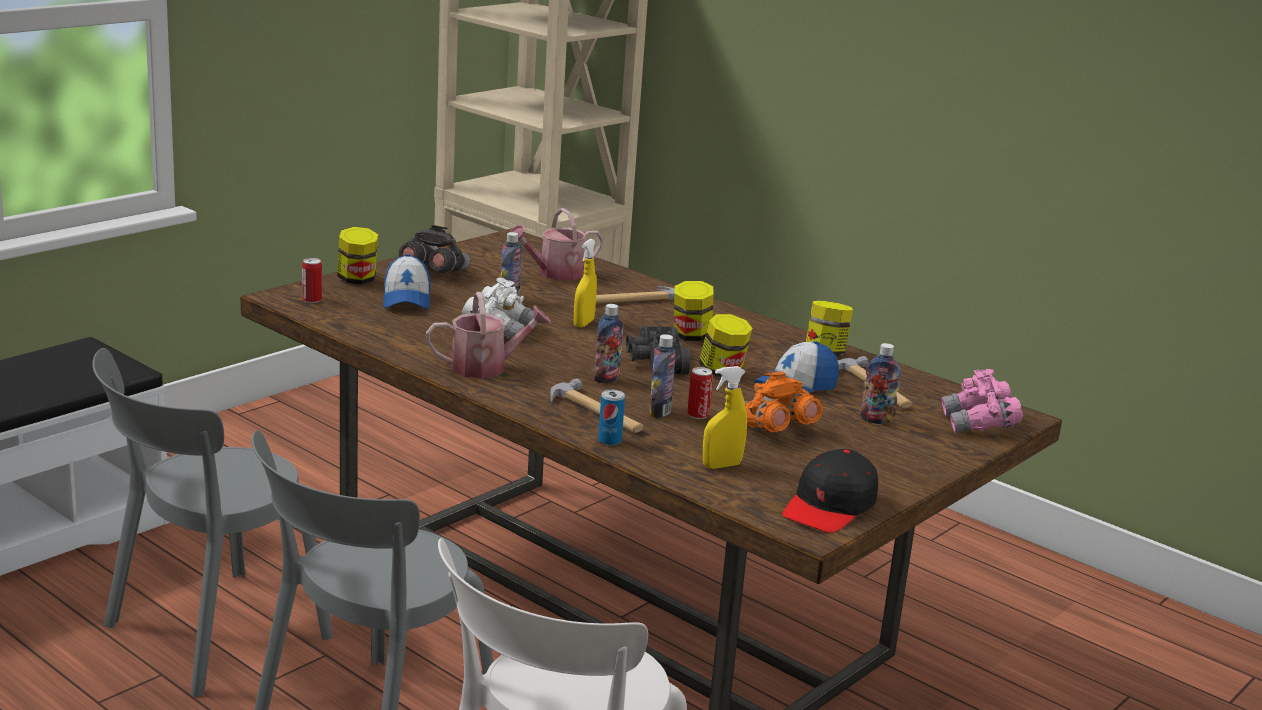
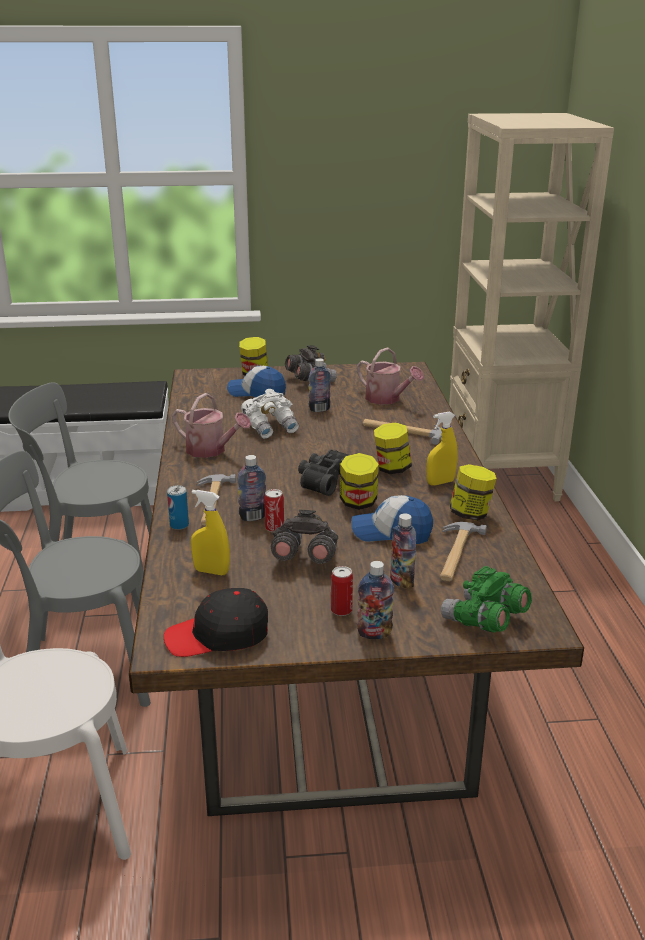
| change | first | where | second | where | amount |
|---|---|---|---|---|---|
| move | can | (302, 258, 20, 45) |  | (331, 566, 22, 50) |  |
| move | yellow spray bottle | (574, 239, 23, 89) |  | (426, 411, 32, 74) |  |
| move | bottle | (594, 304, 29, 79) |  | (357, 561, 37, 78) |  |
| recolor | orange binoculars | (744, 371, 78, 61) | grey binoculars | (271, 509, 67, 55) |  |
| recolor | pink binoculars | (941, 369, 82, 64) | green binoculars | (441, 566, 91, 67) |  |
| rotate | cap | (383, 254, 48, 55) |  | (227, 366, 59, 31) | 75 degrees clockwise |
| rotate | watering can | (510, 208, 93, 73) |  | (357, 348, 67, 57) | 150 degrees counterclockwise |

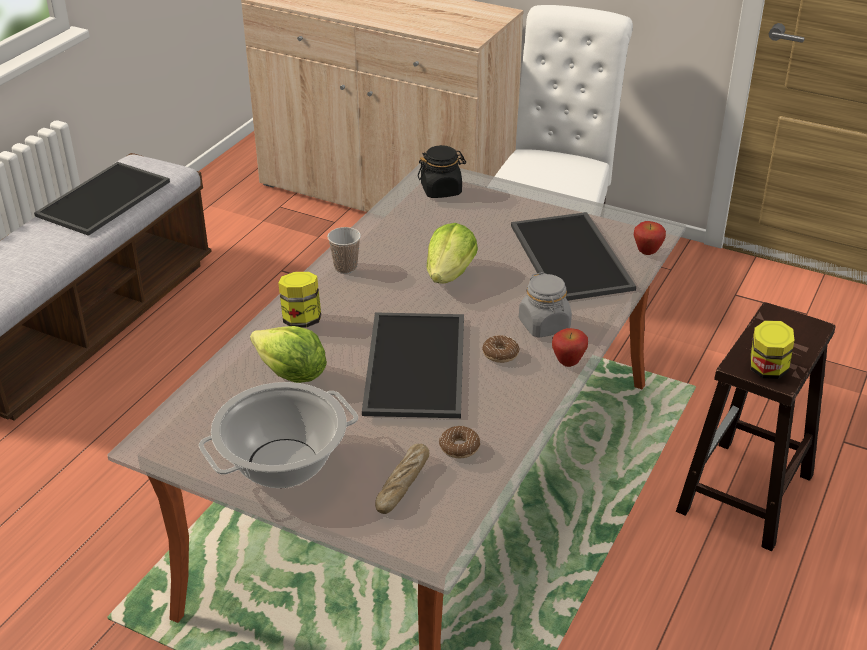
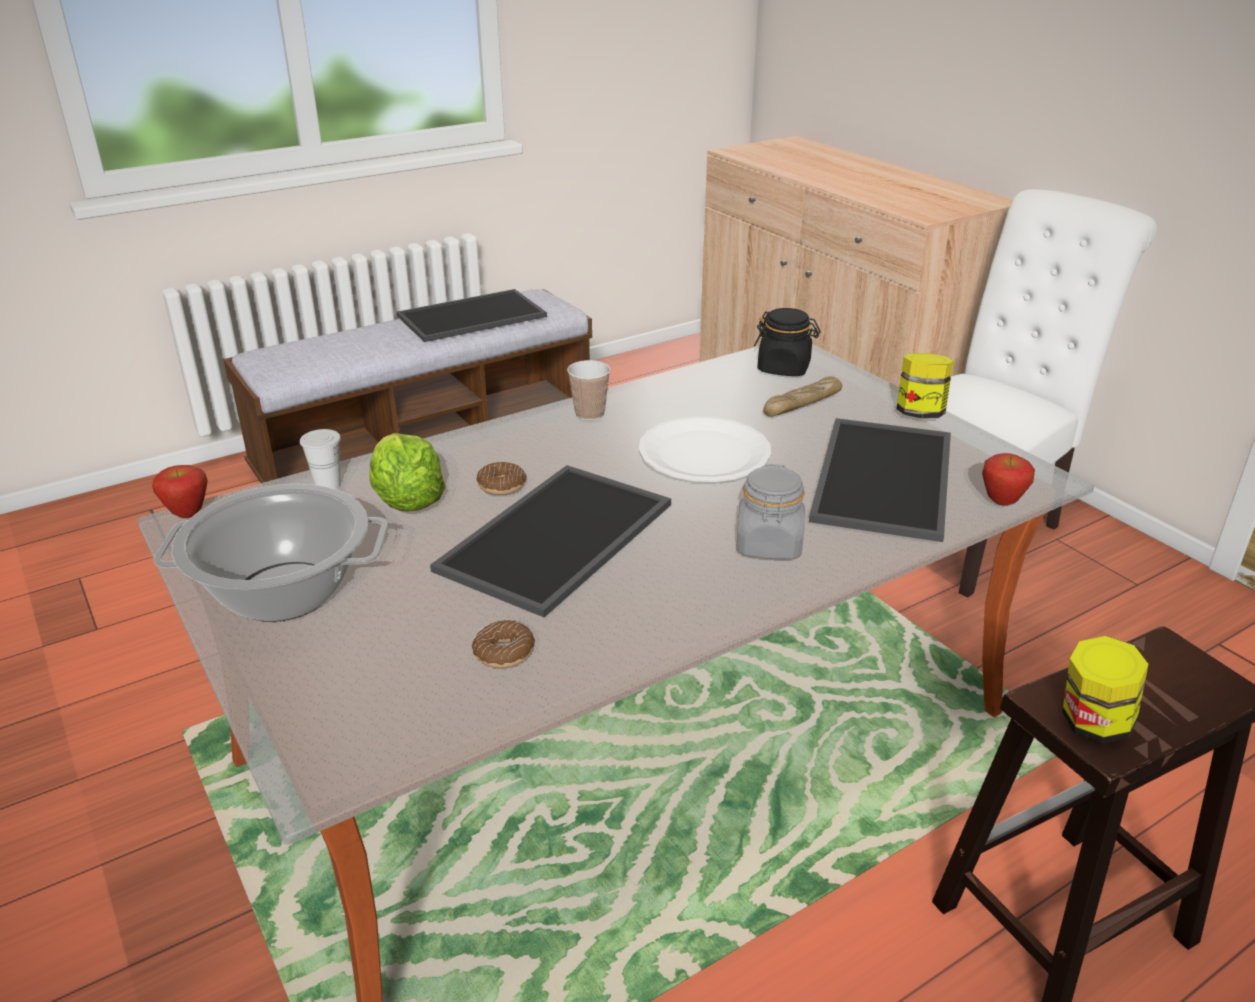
| change | first | where | second | where | amount |
|---|---|---|---|---|---|
| insert |  |  | white cup | (300, 429, 41, 61) |  |
| move | jar | (278, 272, 43, 56) |  | (896, 353, 57, 65) |  |
| move | bread | (375, 444, 54, 70) |  | (763, 376, 79, 41) |  |
| move | donut | (482, 335, 38, 28) |  | (476, 462, 51, 33) |  |
| move | apple | (552, 328, 36, 39) |  | (152, 465, 56, 53) |  |
| replace | lettuce | (427, 223, 51, 61) | white plate | (639, 417, 132, 65) |  |

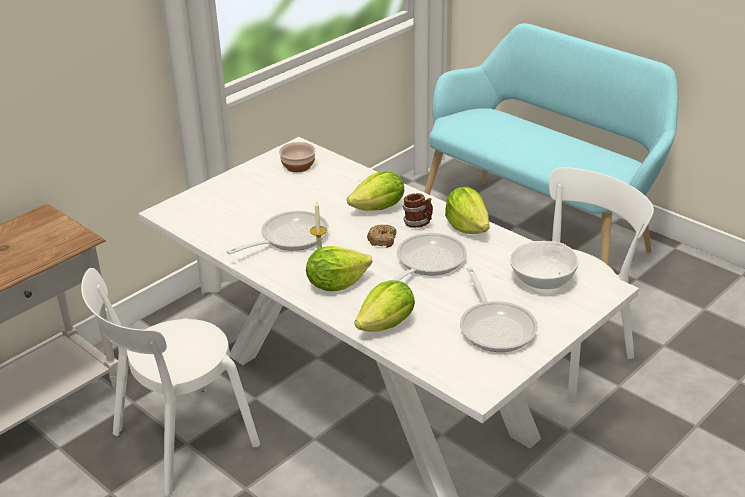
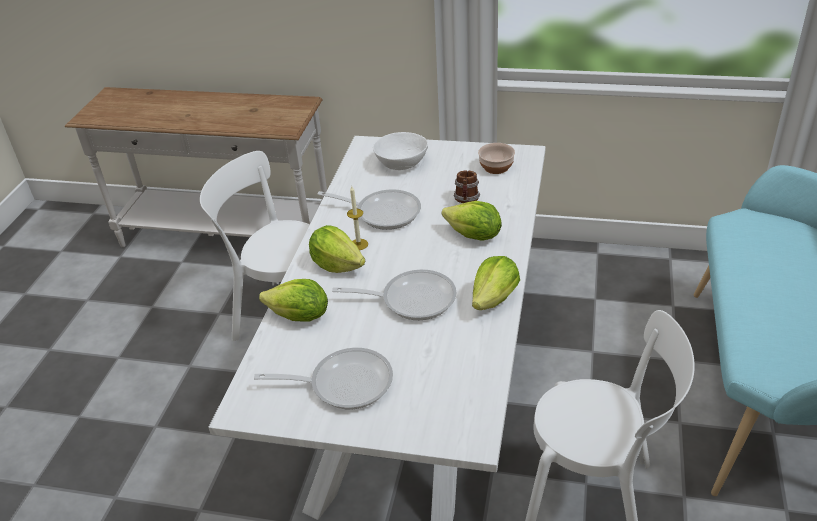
| change | first | where | second | where | amount |
|---|---|---|---|---|---|
| delete | donut | (367, 224, 30, 24) |  |  |  |
| move | mug | (403, 193, 30, 35) |  | (454, 170, 26, 33) |  |
| move | white bowl | (510, 241, 69, 48) |  | (373, 132, 55, 38) |  |
| rotate | frying pan | (460, 267, 78, 85) |  | (254, 348, 139, 61) | 135 degrees counterclockwise |

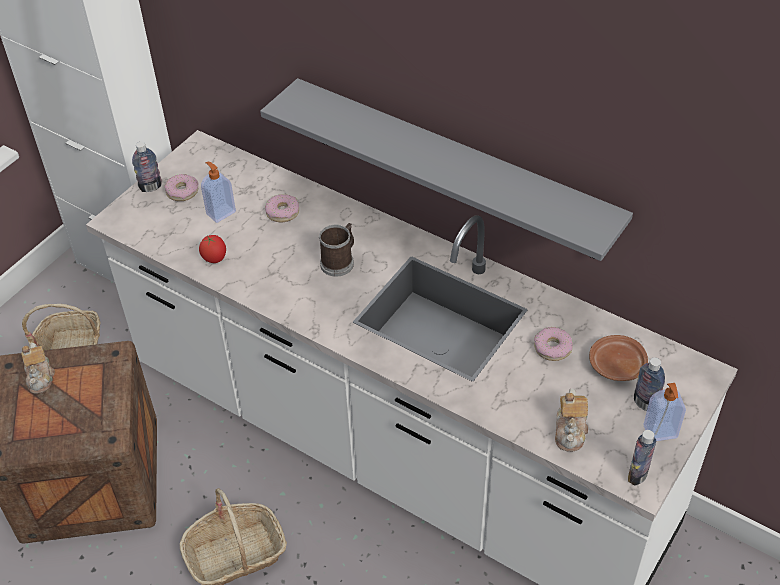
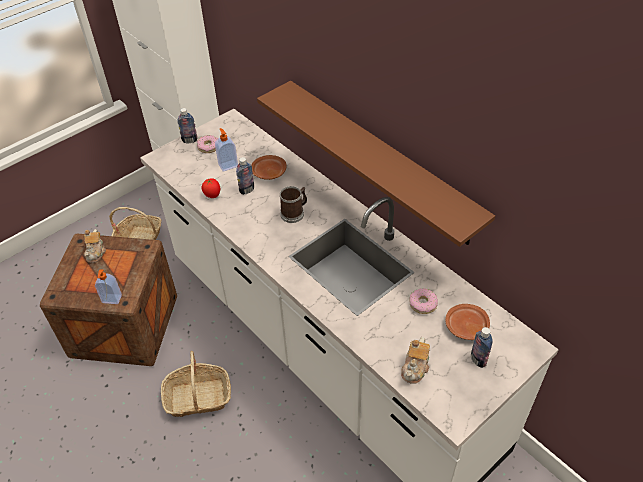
| change | first | where | second | where | amount |
|---|---|---|---|---|---|
| move | bottle | (628, 430, 28, 55) |  | (236, 157, 18, 38) |  |
| move | soap dispenser | (643, 383, 43, 58) |  | (95, 269, 27, 35) |  |
| replace | donut | (265, 194, 34, 28) | brown plate | (251, 155, 36, 25) |  |
| recolor | grey shelf | (260, 78, 373, 183) | brown shelf | (257, 81, 238, 166) |  |

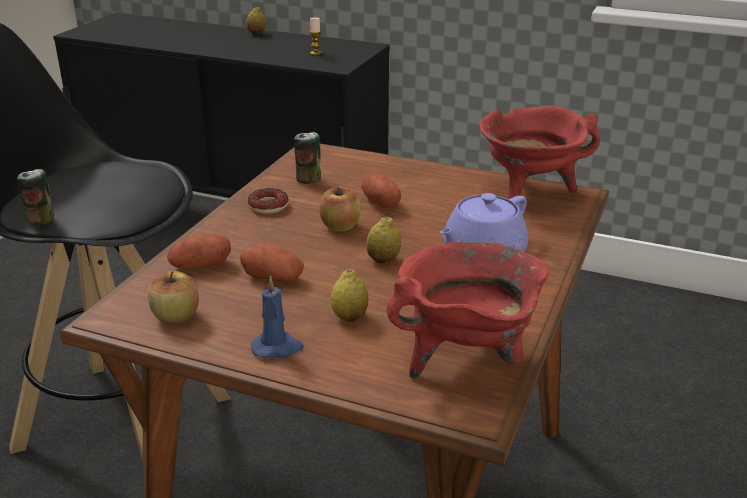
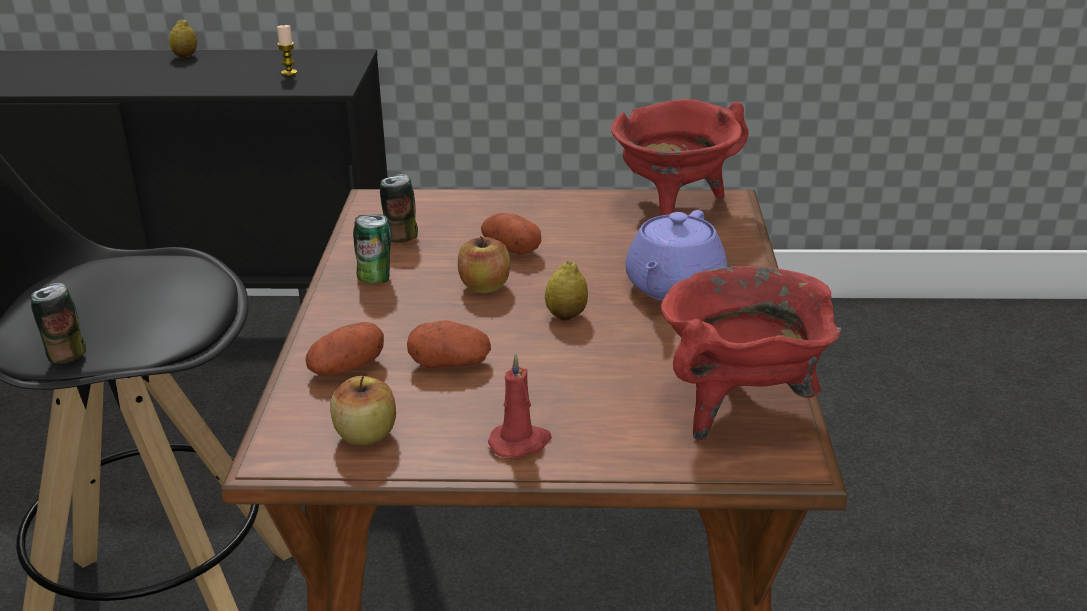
| change | first | where | second | where | amount |
|---|---|---|---|---|---|
| delete | lemon | (331, 269, 37, 53) |  |  |  |
| replace | donut | (248, 188, 40, 26) | can | (353, 214, 39, 70) |  |
| recolor | blue candle | (251, 276, 53, 82) | red candle | (488, 353, 64, 105) |  |

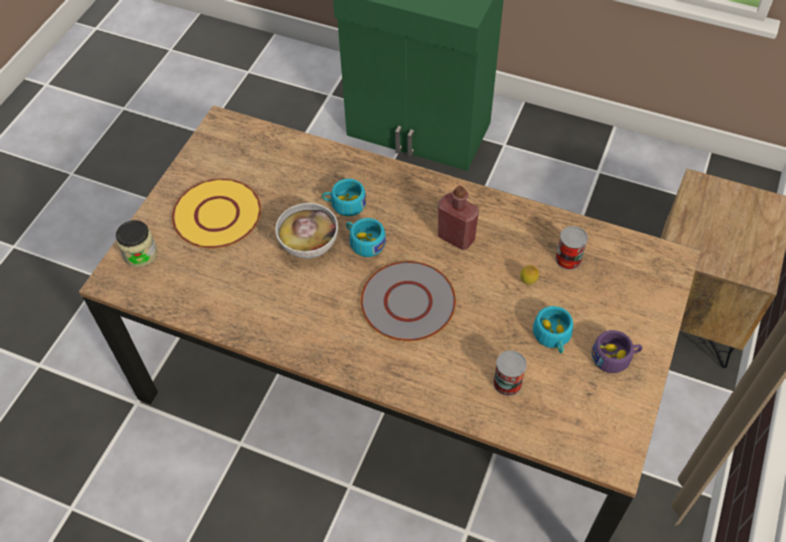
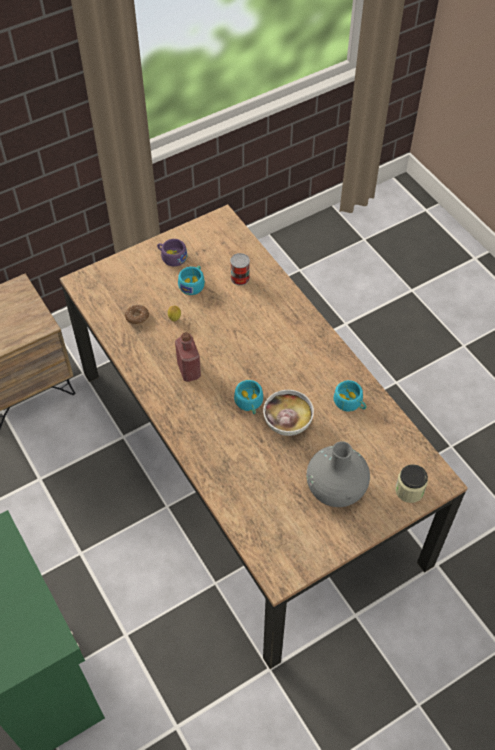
| change | first | where | second | where | amount |
|---|---|---|---|---|---|
| delete | grey plate | (360, 261, 96, 81) |  |  |  |
| move | turquoise cup | (322, 179, 44, 37) |  | (334, 380, 33, 32) |  |
| replace | yellow plate | (172, 178, 89, 71) | grey vase | (306, 441, 64, 66) |  |
| replace | can | (555, 226, 33, 44) | donut | (125, 305, 24, 20) |  |

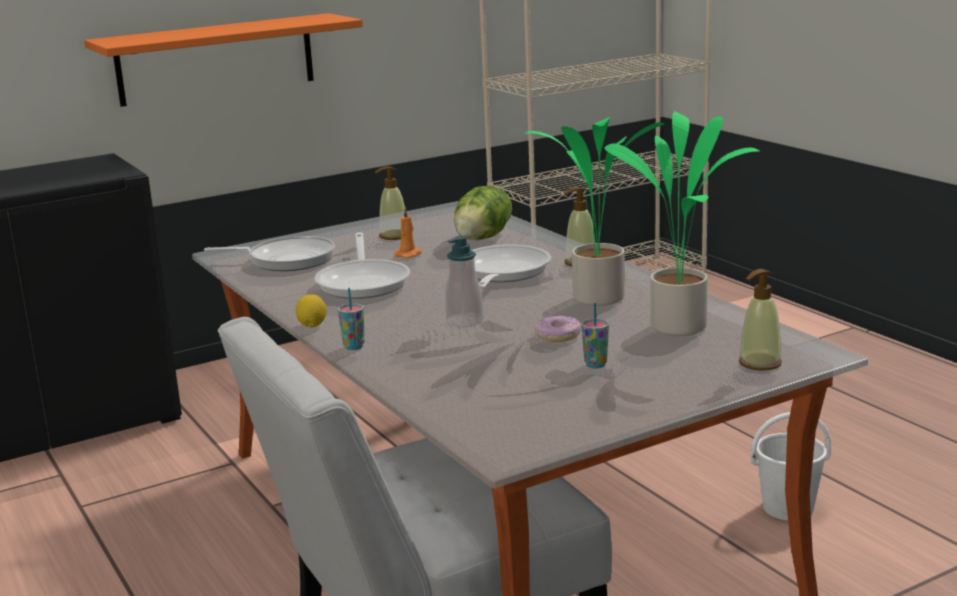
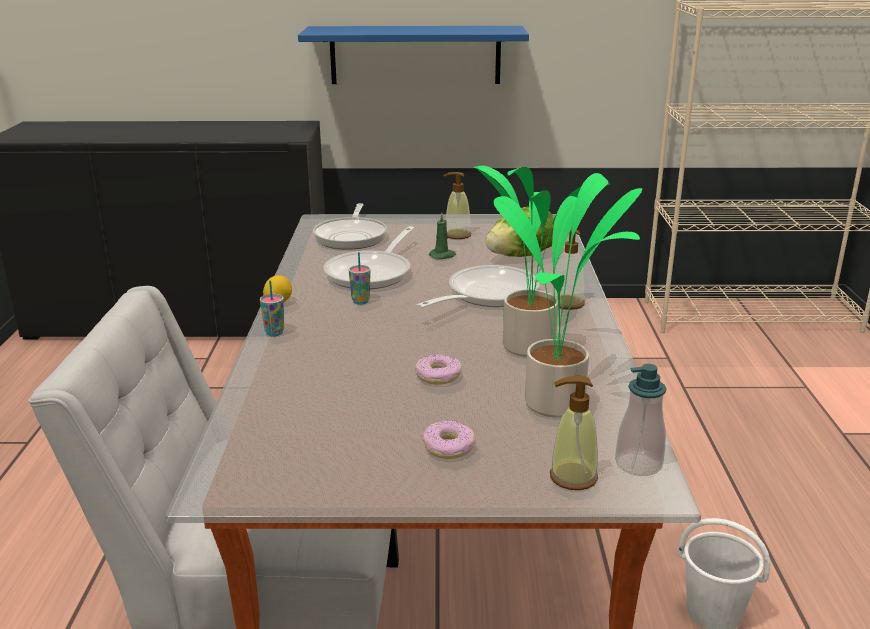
| change | first | where | second | where | amount |
|---|---|---|---|---|---|
| insert |  |  | donut | (422, 420, 53, 39) |  |
| move | soap dispenser | (445, 236, 39, 92) |  | (615, 364, 51, 112) |  |
| move | cup | (581, 302, 28, 66) |  | (349, 252, 22, 53) |  |
| recolor | orange shelf | (84, 13, 279, 94) | blue shelf | (298, 26, 231, 58) |  |
| recolor | orange candle | (394, 207, 28, 51) | green candle | (429, 213, 27, 46) |  |
| rotate | frying pan | (204, 236, 131, 35) |  | (313, 203, 74, 47) | 60 degrees clockwise |

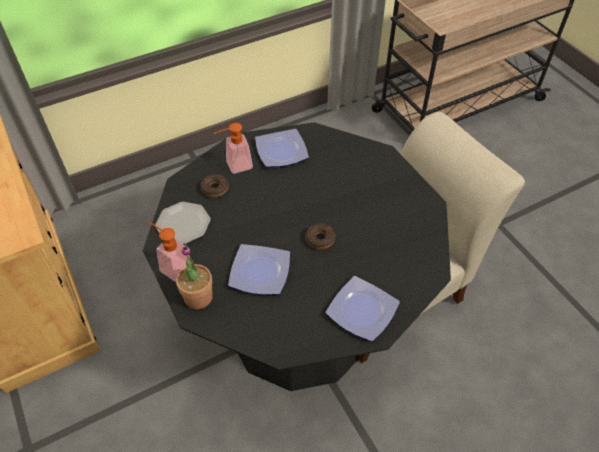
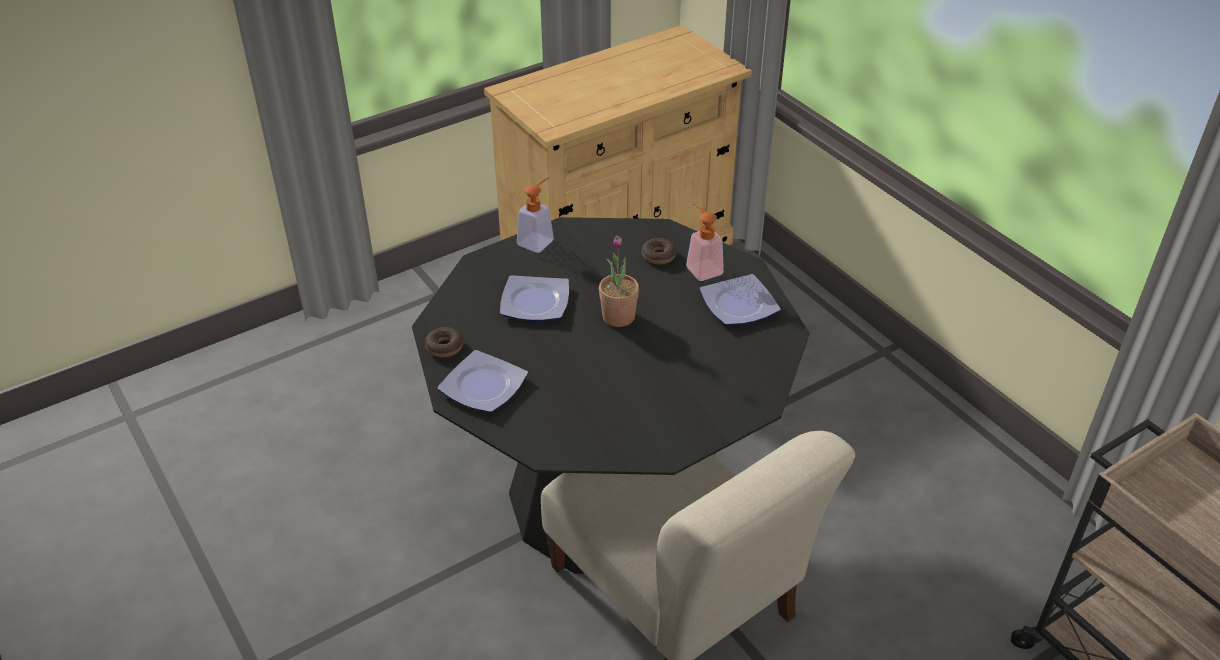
| change | first | where | second | where | amount |
|---|---|---|---|---|---|
| delete | plate | (155, 202, 56, 42) |  |  |  |
| move | potted plant | (176, 245, 37, 64) |  | (599, 235, 40, 92) |  |
| move | donut | (305, 223, 30, 27) |  | (425, 327, 38, 30) |  |

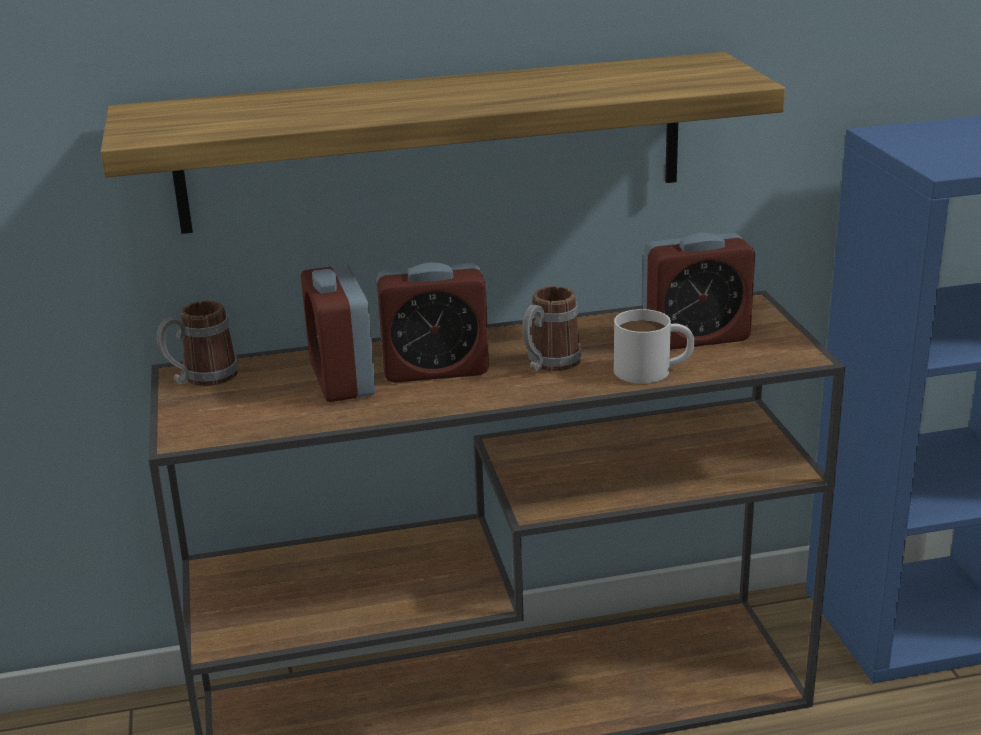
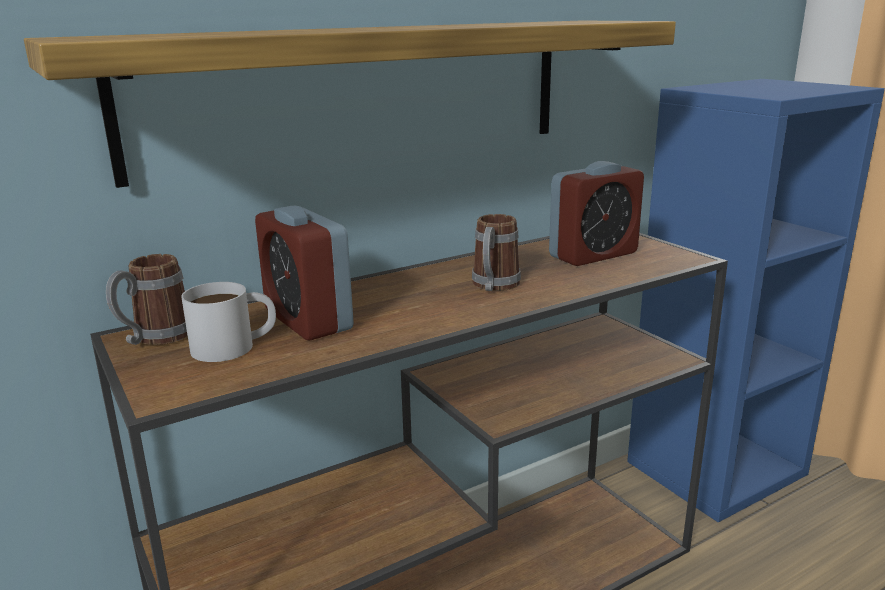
| change | first | where | second | where | amount |
|---|---|---|---|---|---|
| delete | alarm clock | (376, 262, 113, 121) |  |  |  |
| move | white mug | (614, 309, 80, 74) |  | (181, 282, 95, 80) |  |

